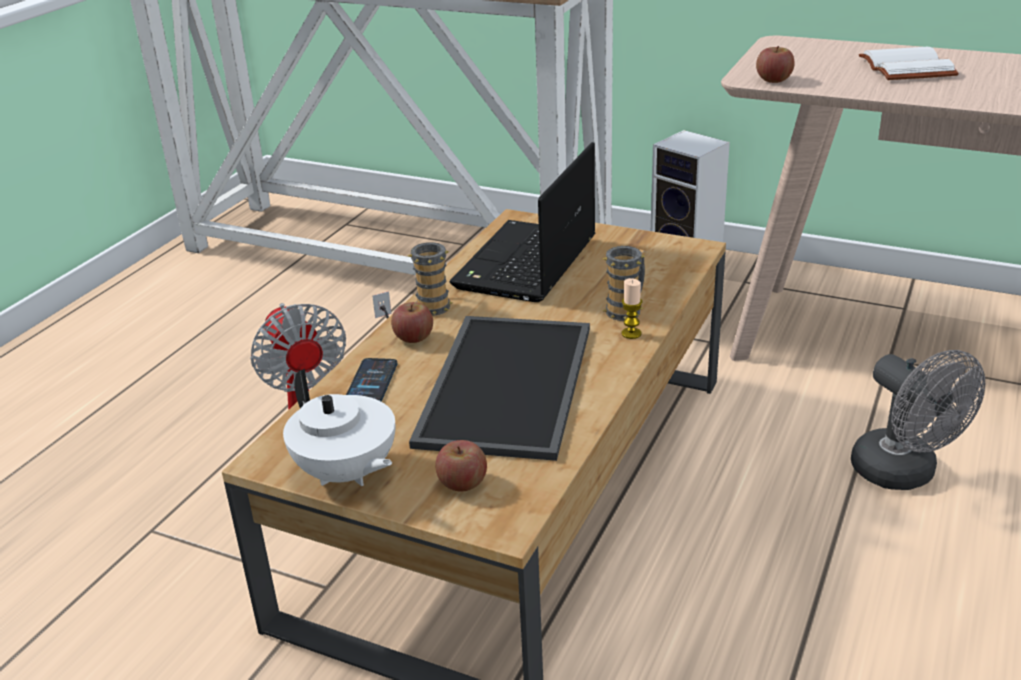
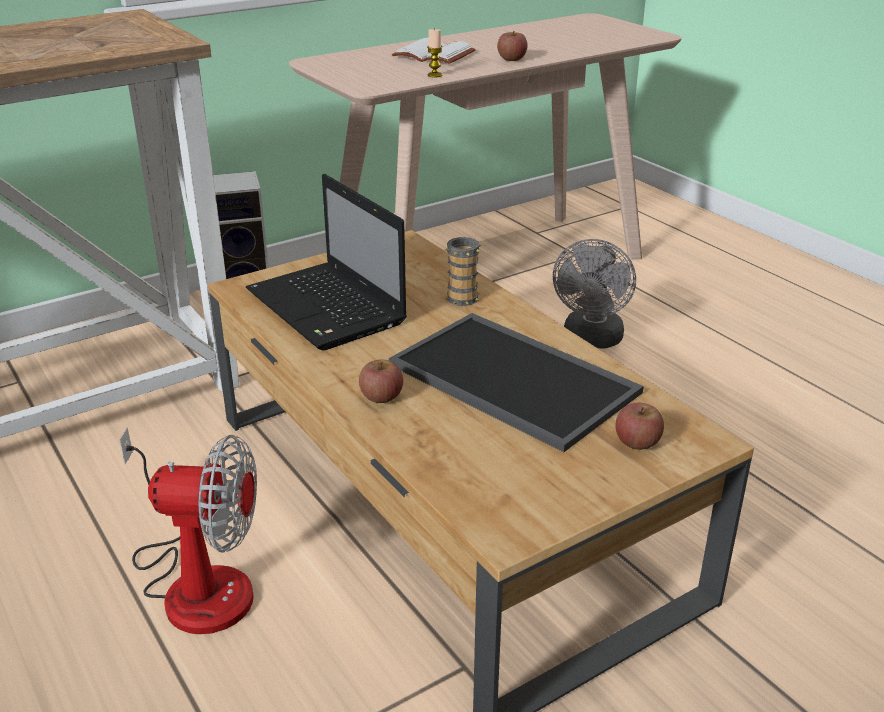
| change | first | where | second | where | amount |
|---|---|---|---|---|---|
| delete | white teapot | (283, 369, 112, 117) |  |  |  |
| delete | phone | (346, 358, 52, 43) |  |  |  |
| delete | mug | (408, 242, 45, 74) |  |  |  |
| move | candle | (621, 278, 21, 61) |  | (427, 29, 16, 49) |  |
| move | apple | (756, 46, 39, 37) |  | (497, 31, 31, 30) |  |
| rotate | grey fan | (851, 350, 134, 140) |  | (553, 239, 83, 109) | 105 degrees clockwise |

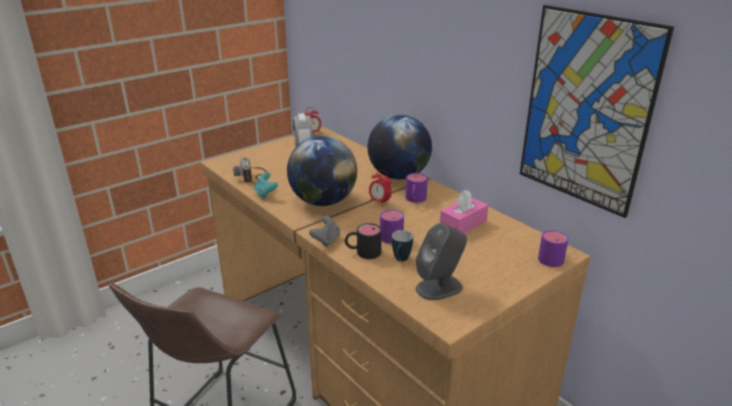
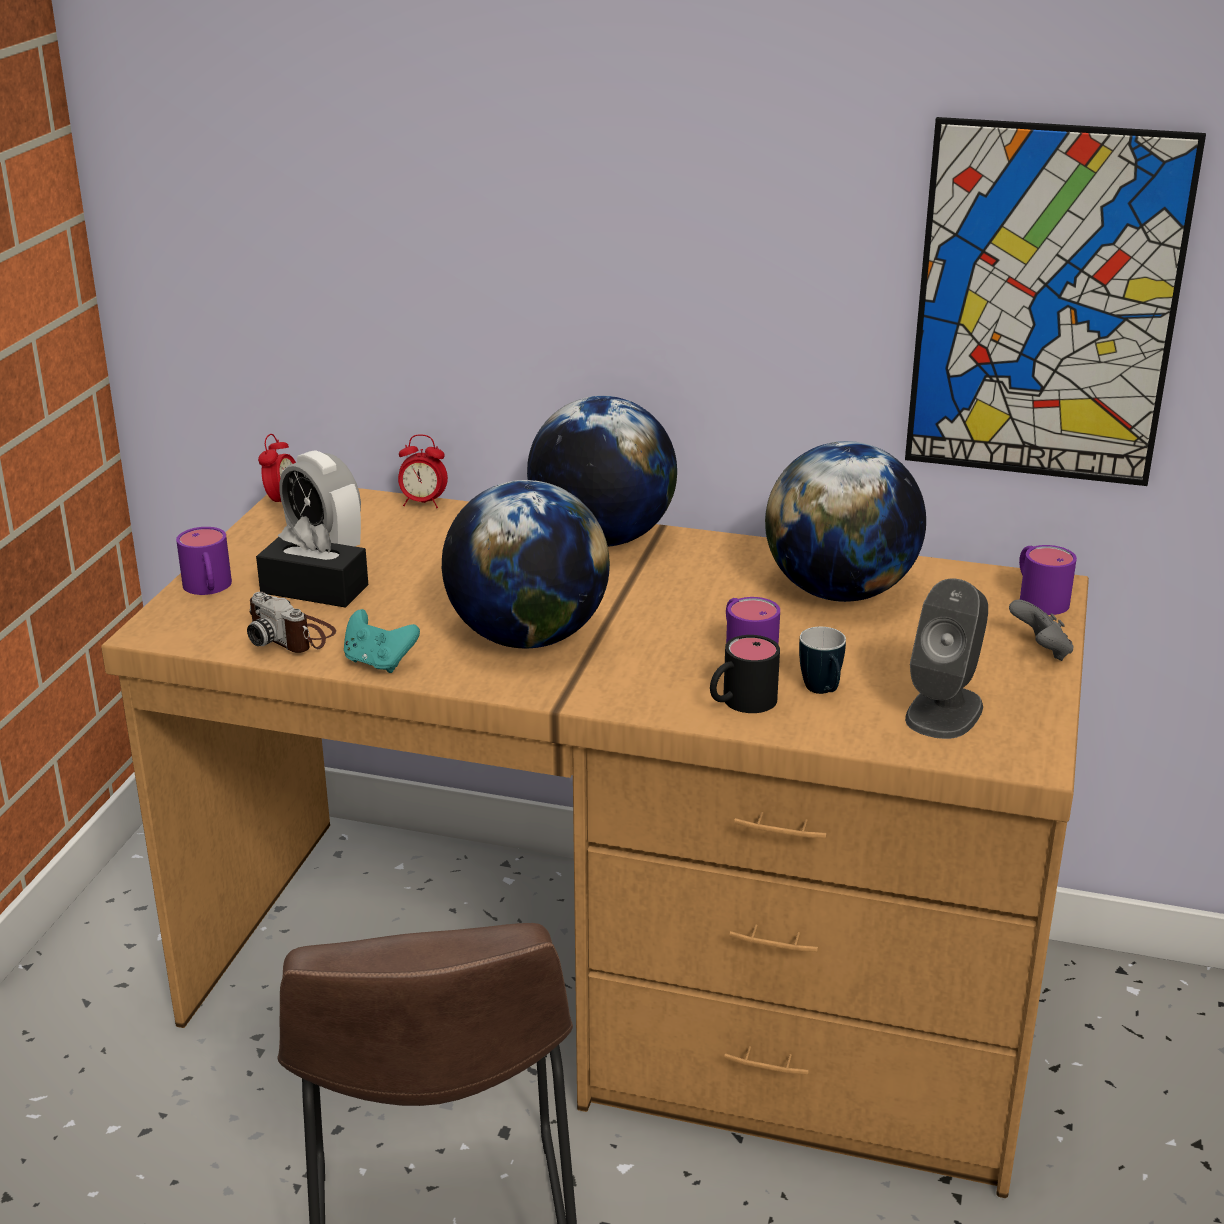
| change | first | where | second | where | amount |
|---|---|---|---|---|---|
| insert |  |  | black tissue box | (256, 516, 112, 92) |  |
| move | grey game controller | (309, 215, 31, 32) |  | (1009, 600, 64, 61) |  |
| move | alarm clock | (369, 170, 23, 37) |  | (398, 434, 50, 74) |  |
| move | purple mug | (406, 173, 22, 30) |  | (176, 527, 56, 68) |  |
| replace | pink tissue box | (440, 189, 48, 44) | globe | (765, 441, 161, 161) |  |

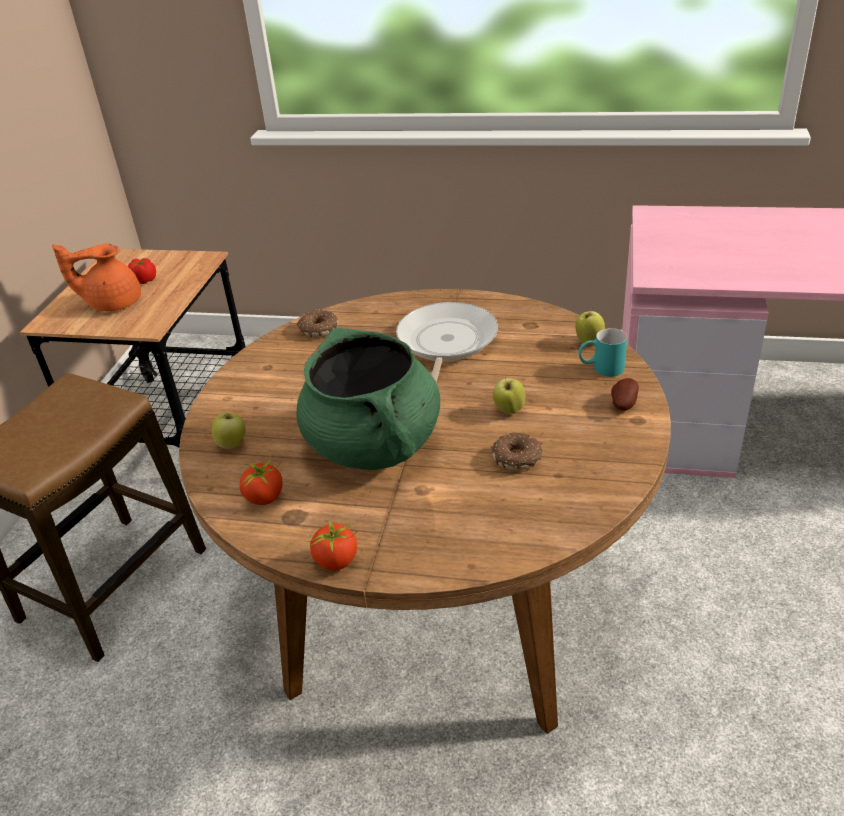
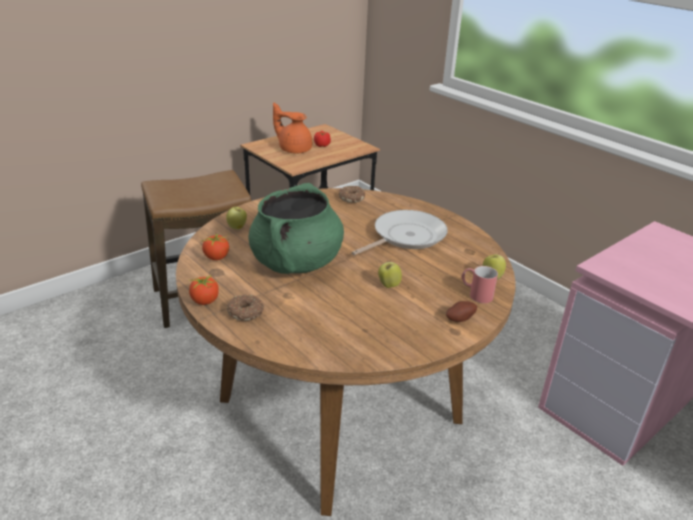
| change | first | where | second | where | amount |
|---|---|---|---|---|---|
| move | donut | (491, 432, 52, 38) |  | (227, 295, 37, 26) |  |
| recolor | turquoise mug | (578, 328, 49, 49) | red mug | (461, 266, 37, 37) |  |

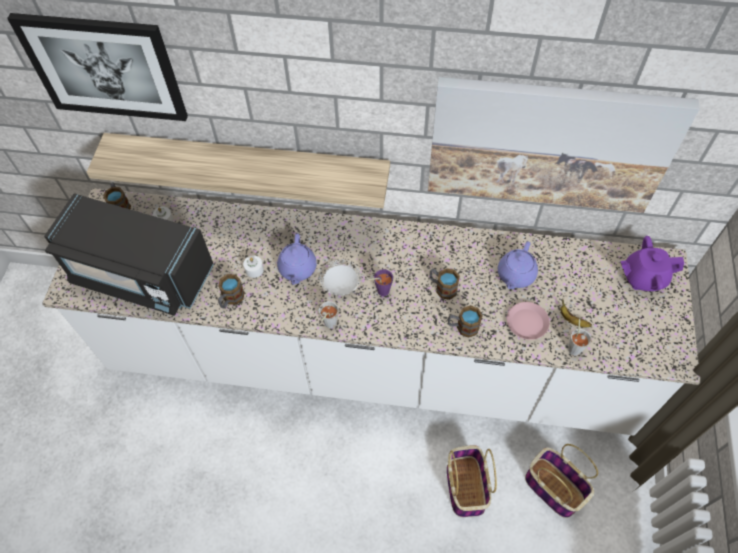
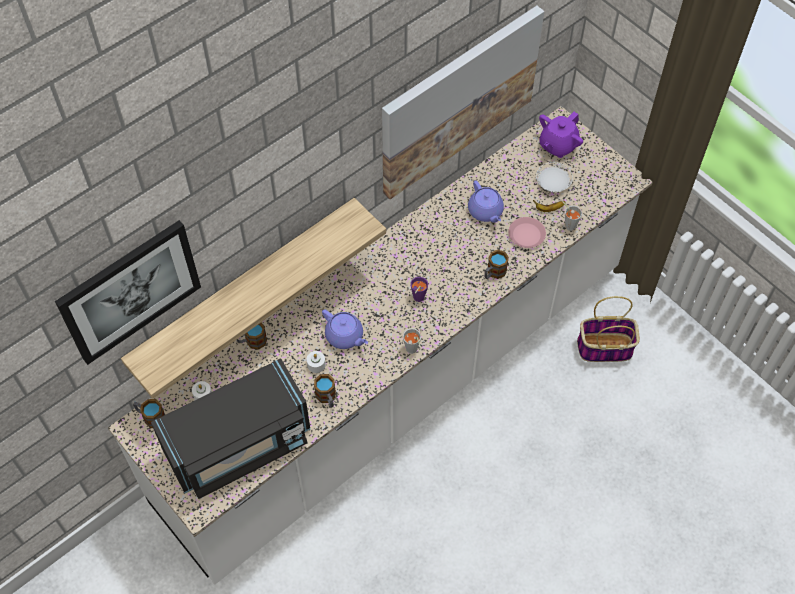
| change | first | where | second | where | amount |
|---|---|---|---|---|---|
| delete | basket | (447, 445, 50, 72) |  |  |  |
| move | white plate | (320, 260, 41, 36) |  | (536, 162, 37, 30) |  |
| move | mug | (430, 268, 30, 32) |  | (237, 322, 30, 28) |  |

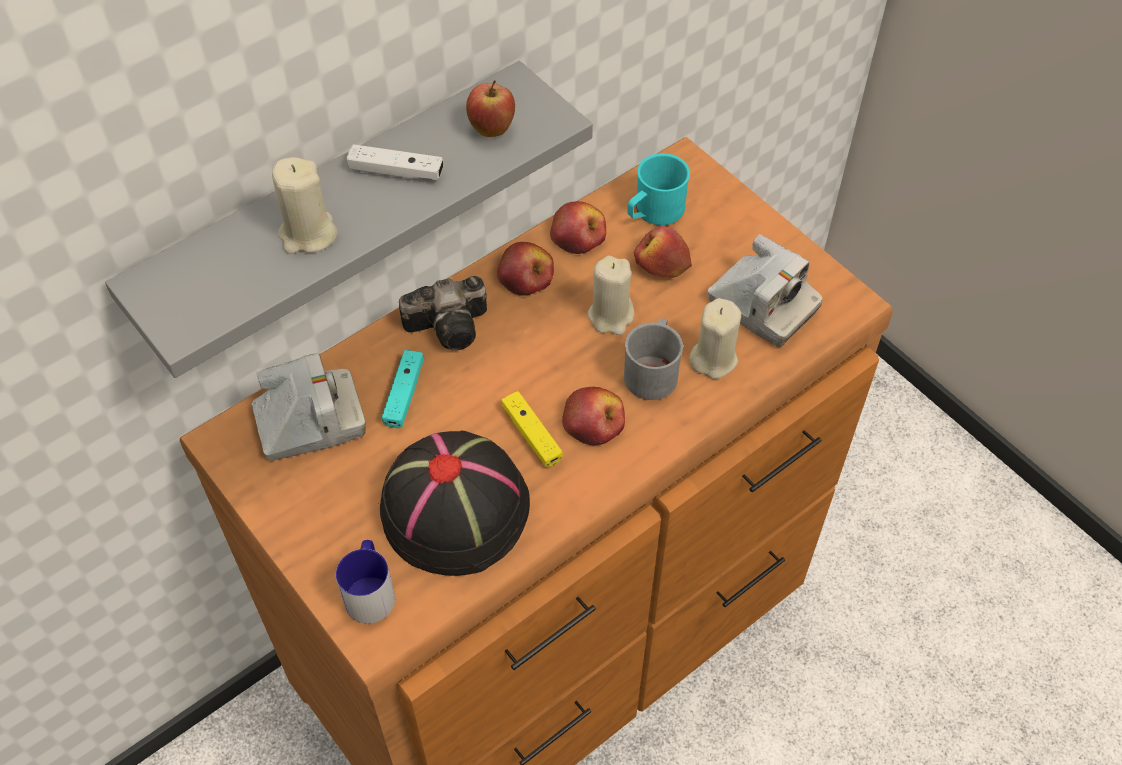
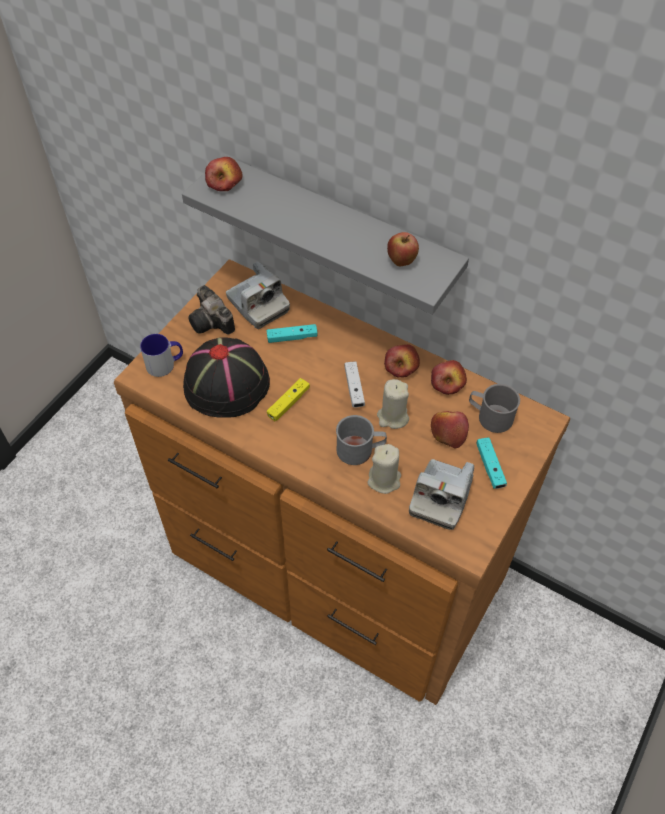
| change | first | where | second | where | amount |
|---|---|---|---|---|---|
| delete | beige candle | (272, 157, 66, 97) |  |  |  |
| insert |  |  | turquoise game controller | (476, 437, 31, 52) |  |
| move | white game controller | (347, 144, 96, 36) |  | (344, 361, 21, 46) |  |
| move | photo camera | (399, 276, 88, 75) |  | (188, 285, 47, 49) |  |
| move | apple | (562, 387, 63, 59) |  | (205, 157, 38, 34) |  |
| recolor | turquoise mug | (627, 153, 63, 72) | grey mug | (469, 384, 51, 49) |  |

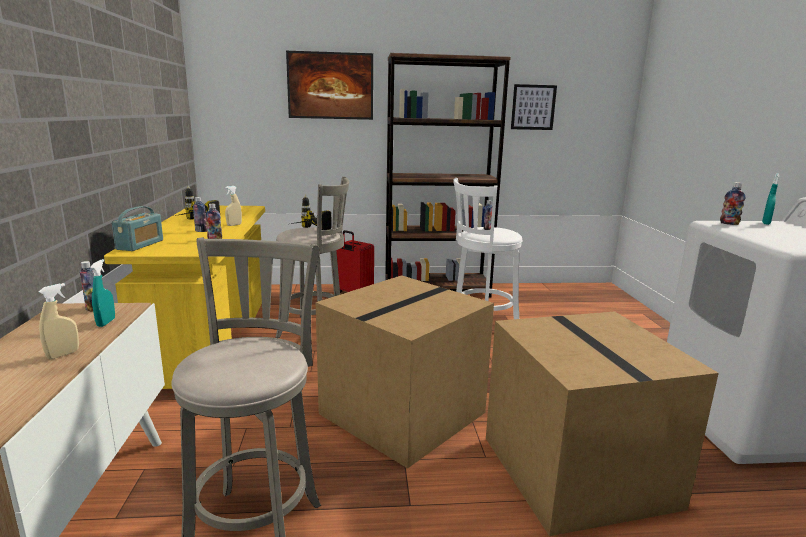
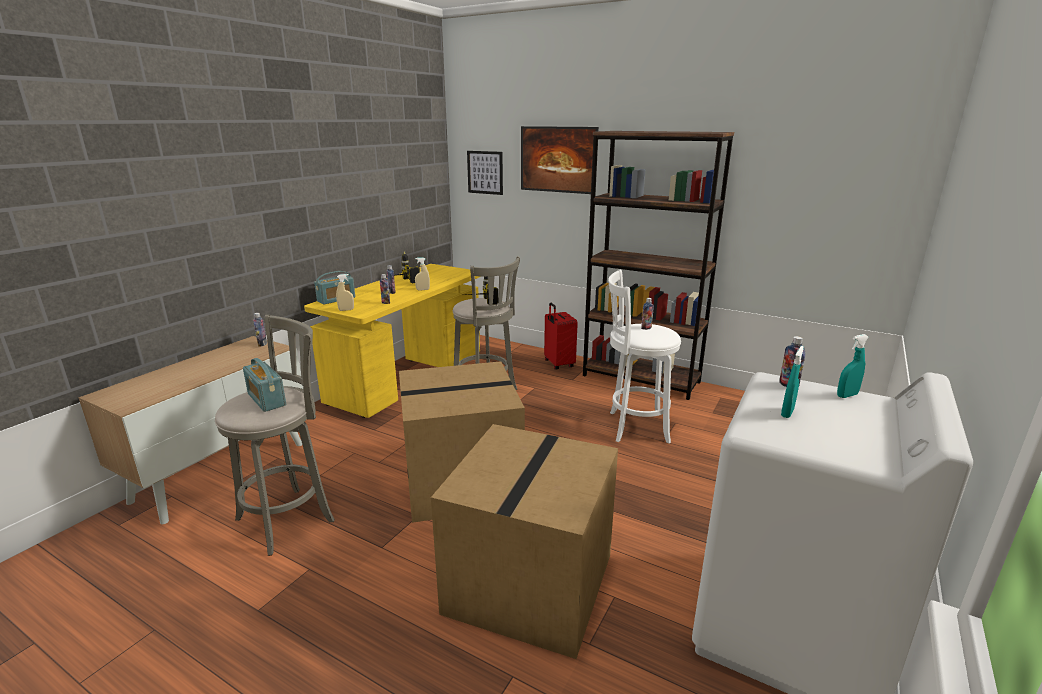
| change | first | where | second | where | amount |
|---|---|---|---|---|---|
| insert |  |  | radio | (243, 358, 43, 54) |  |
| move | beige spray bottle | (39, 283, 40, 76) |  | (336, 274, 18, 37) |  |
| move | turquoise spray bottle | (90, 259, 25, 68) |  | (781, 346, 23, 72) |  |
| move | picture | (511, 84, 46, 46) |  | (467, 151, 36, 44) |  |

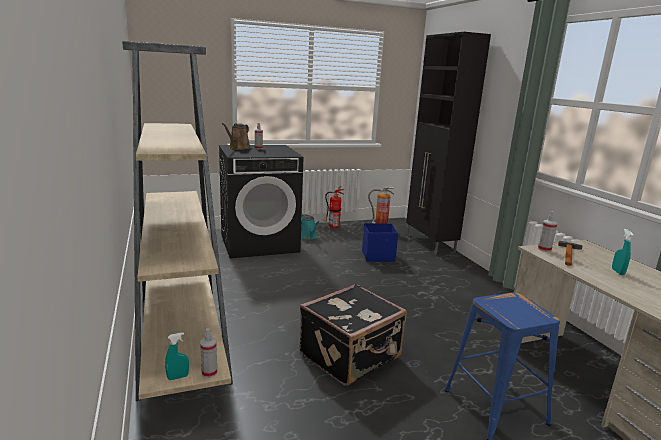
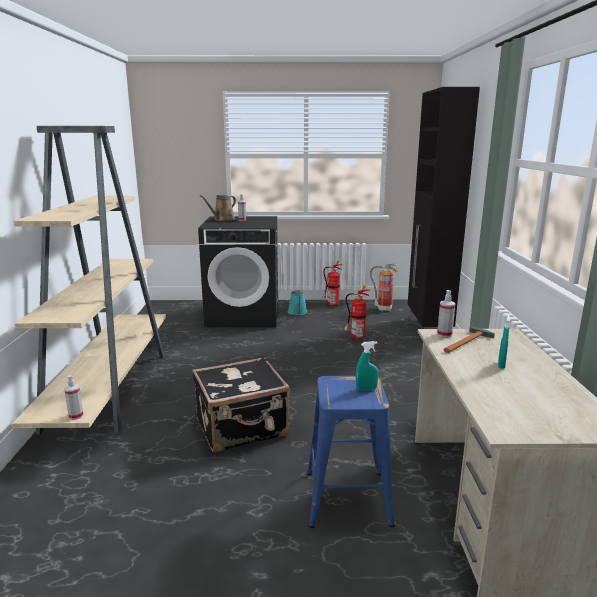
| change | first | where | second | where | amount |
|---|---|---|---|---|---|
| move | turquoise spray bottle | (165, 332, 24, 48) |  | (356, 341, 23, 50) |  |
| replace | blue storage box | (362, 223, 36, 39) | fire extinguisher | (344, 285, 26, 55) |  |

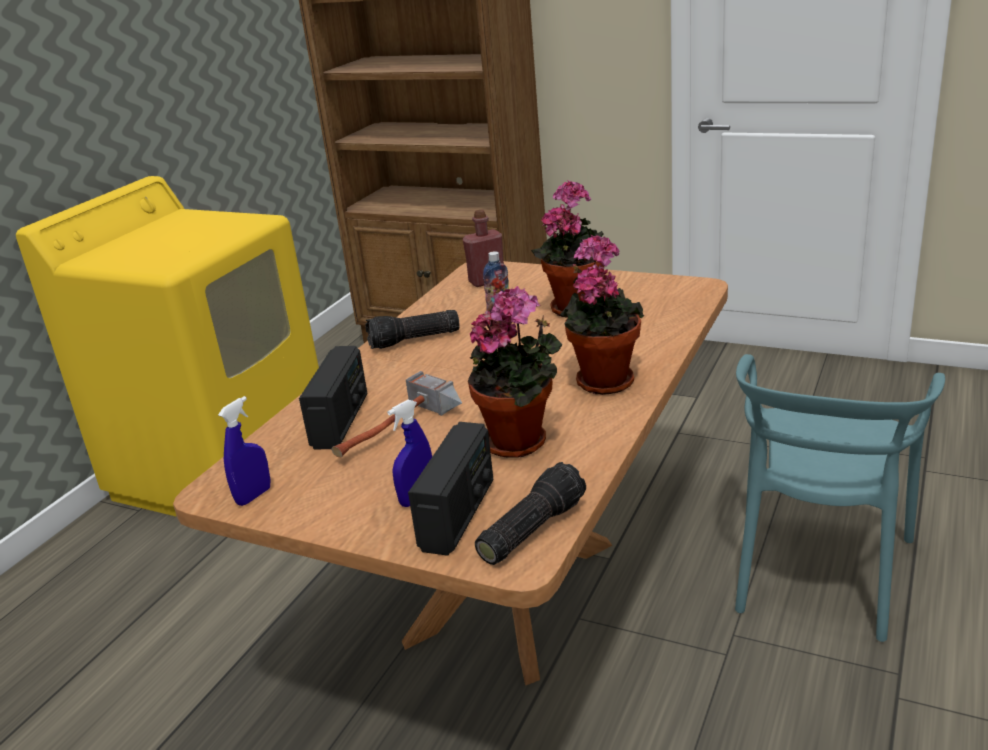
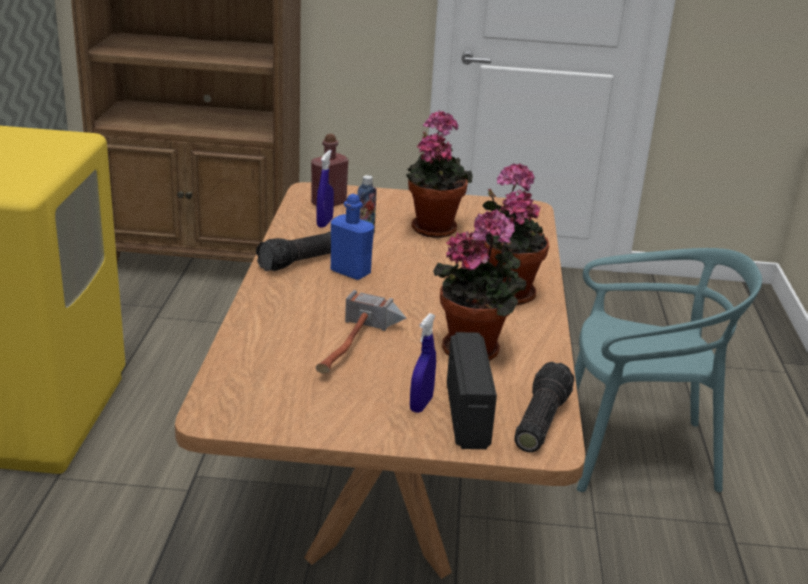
| change | first | where | second | where | amount |
|---|---|---|---|---|---|
| delete | radio | (299, 346, 69, 103) |  |  |  |
| insert |  |  | blue bottle | (331, 194, 43, 86) |  |
| move | blue spray bottle | (218, 396, 52, 110) |  | (316, 150, 18, 78) |  |
| rotate | turquoise chair | (735, 354, 210, 288) |  | (574, 248, 188, 244) | 90 degrees counterclockwise |

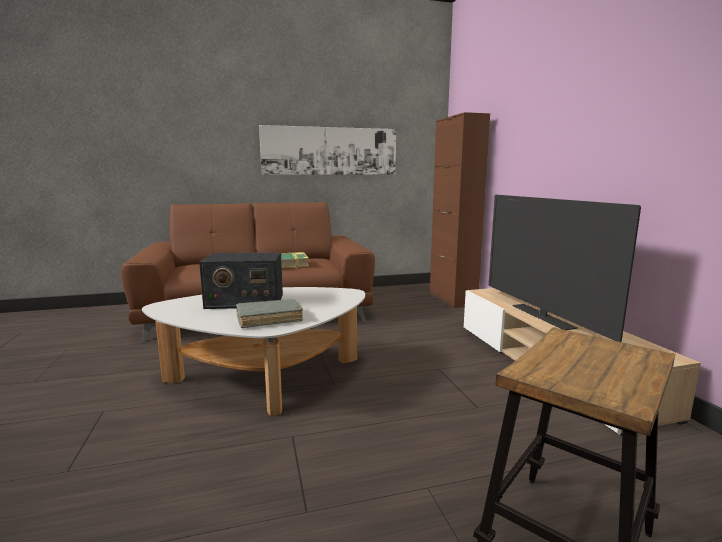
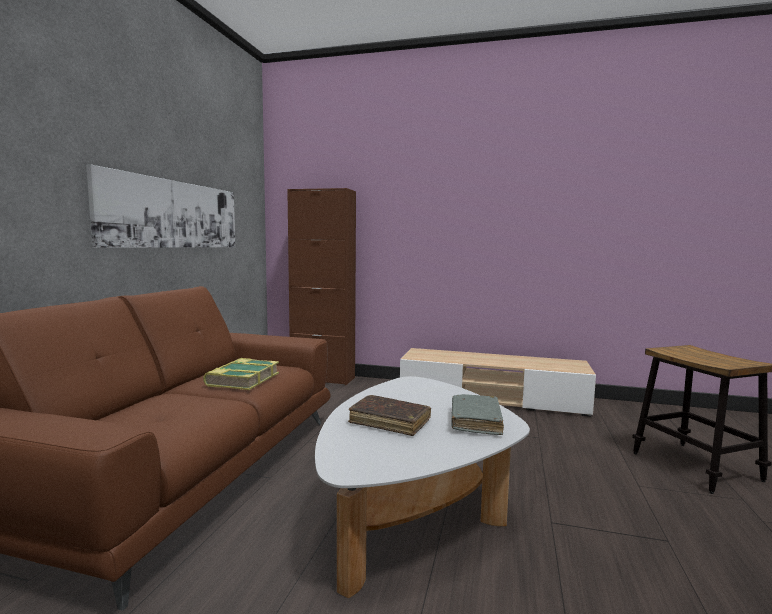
| change | first | where | second | where | amount |
|---|---|---|---|---|---|
| delete | television | (489, 195, 152, 147) |  |  |  |
| replace | radio | (199, 252, 84, 57) | brown book | (348, 395, 83, 41) |  |

